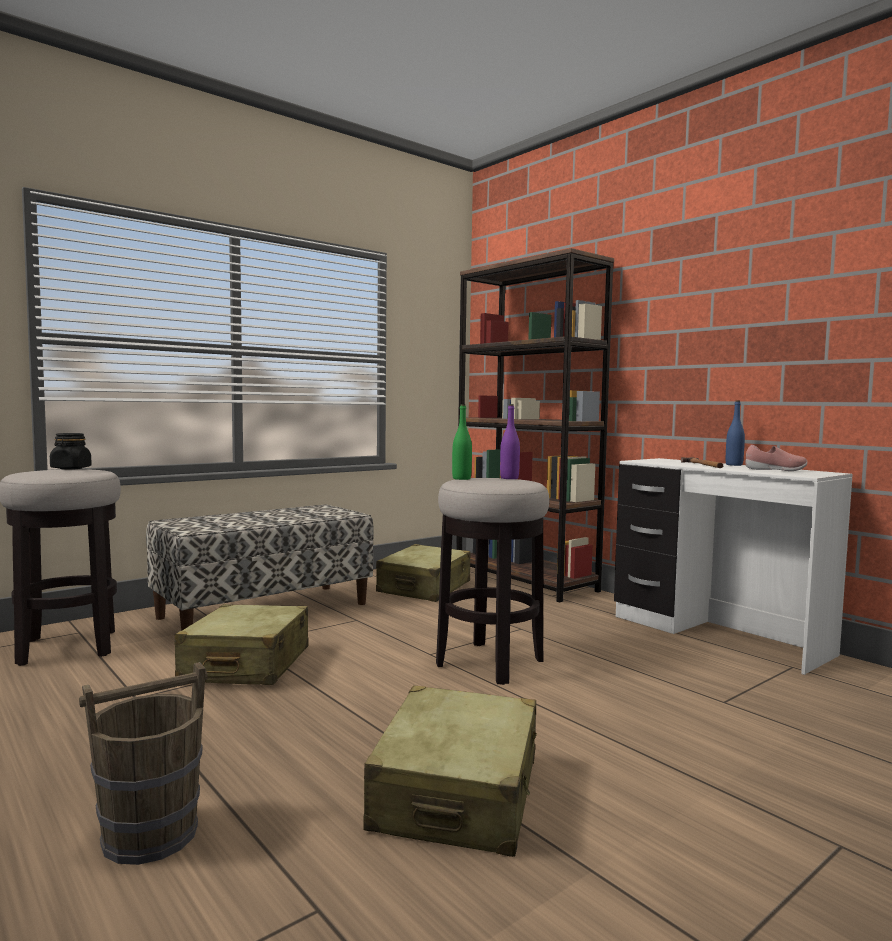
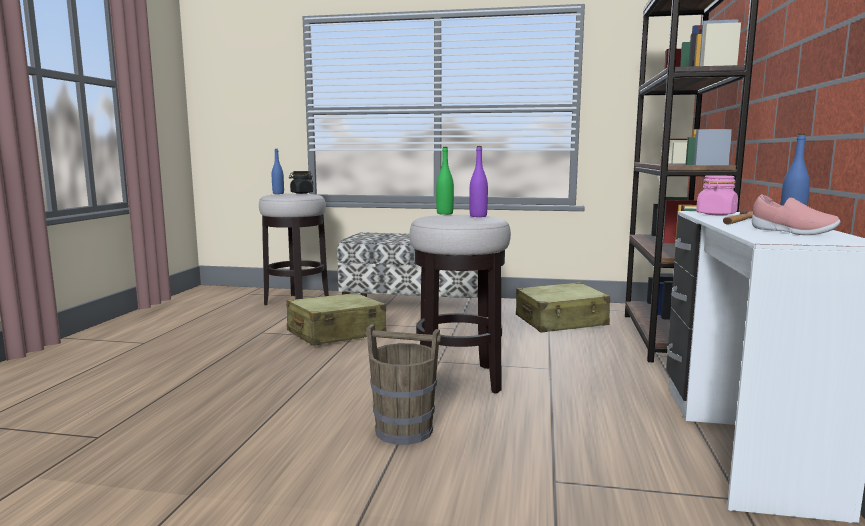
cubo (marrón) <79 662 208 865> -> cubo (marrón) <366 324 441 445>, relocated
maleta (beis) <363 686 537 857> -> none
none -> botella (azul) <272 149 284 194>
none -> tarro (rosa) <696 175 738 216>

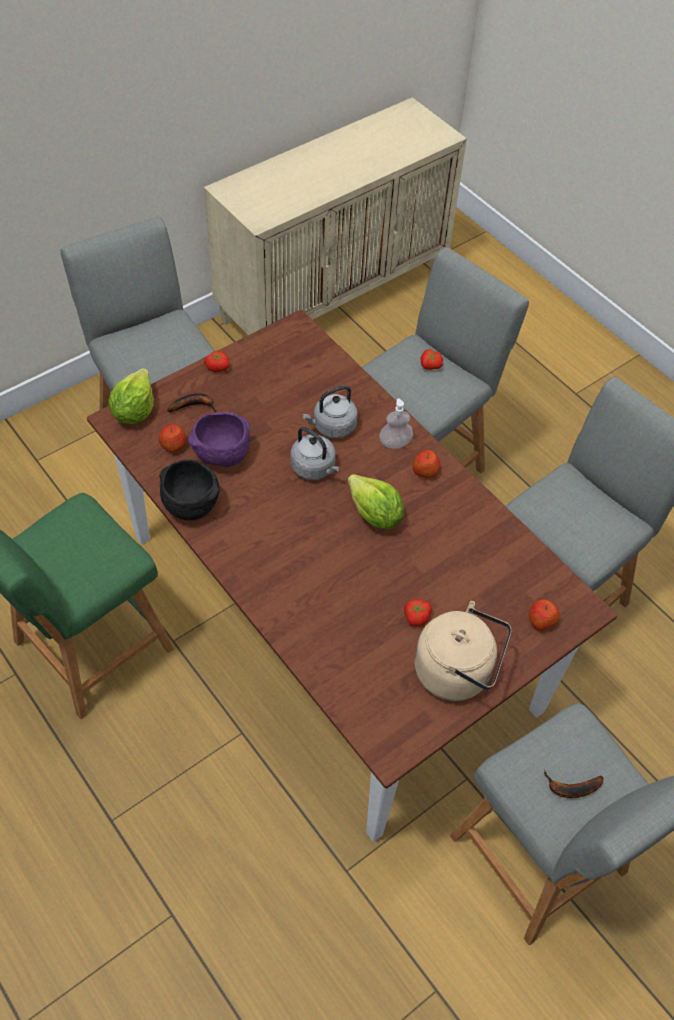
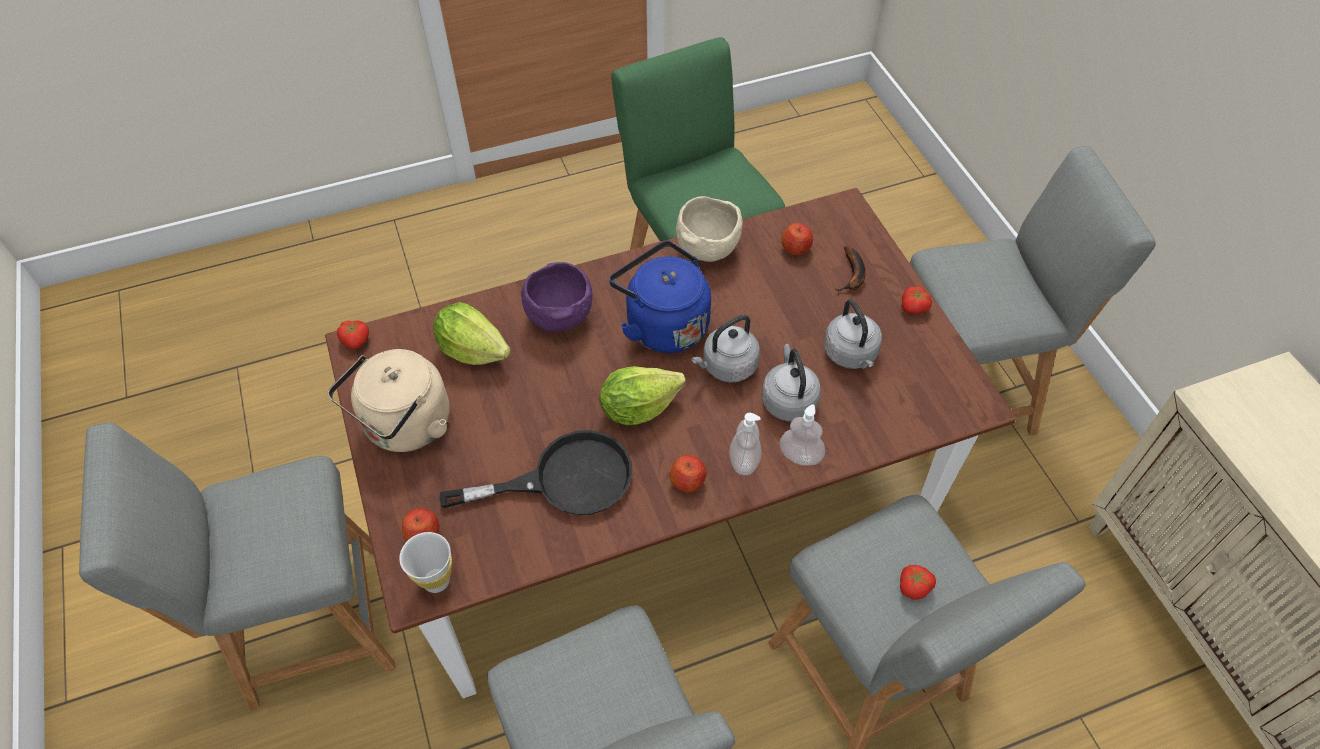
lechuga <108 368 154 424> -> lechuga <433 302 511 365>, relocated
cuenco (morado) <188 412 250 467> -> cuenco (morado) <521 262 592 332>, relocated
cuenco (negro) <159 460 220 520> -> cuenco (beis) <676 196 743 262>
tomate <404 599 432 626> -> tomate <337 320 369 349>, relocated
plátano <544 770 604 798> -> none
none -> hervidor (azul) <609 241 711 353>
none -> hervidor (gris) <824 300 882 369>
none -> dispensador de jabón <779 404 825 466>
none -> sartén (negro) <439 430 632 515>
none -> taza (blanco) <399 532 452 593>

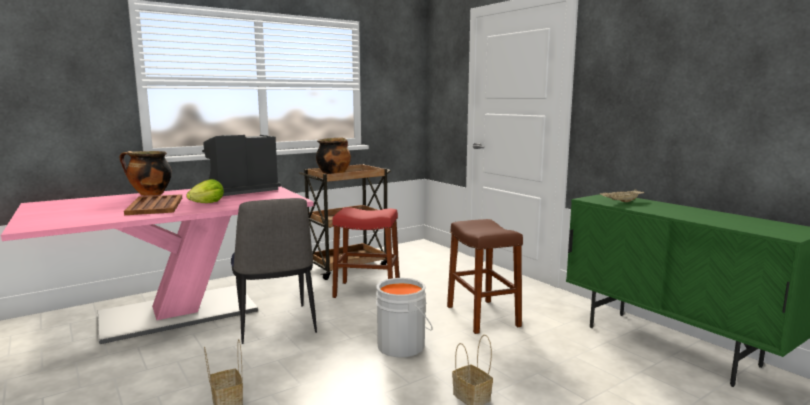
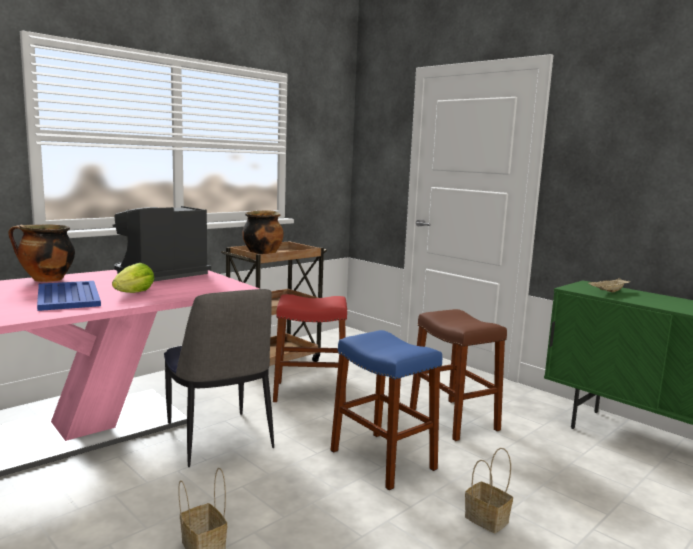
bandeja (marrón) <124 194 182 215> -> bandeja (azul) <37 281 101 311>
cubo (gris) <376 278 433 357> -> taburete (azul) <331 330 442 490>

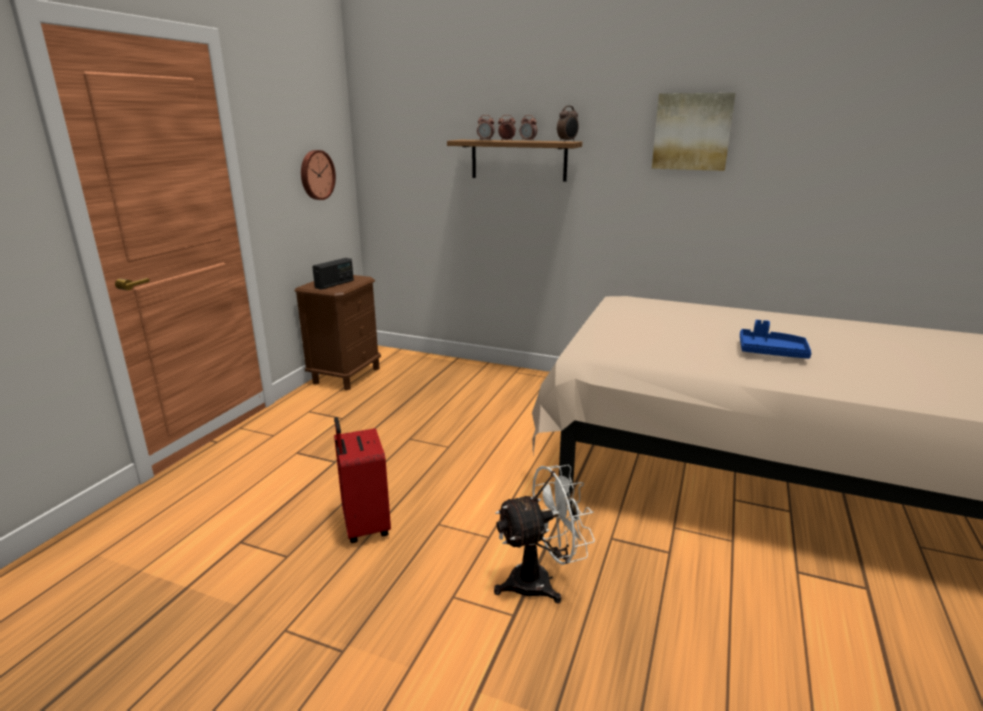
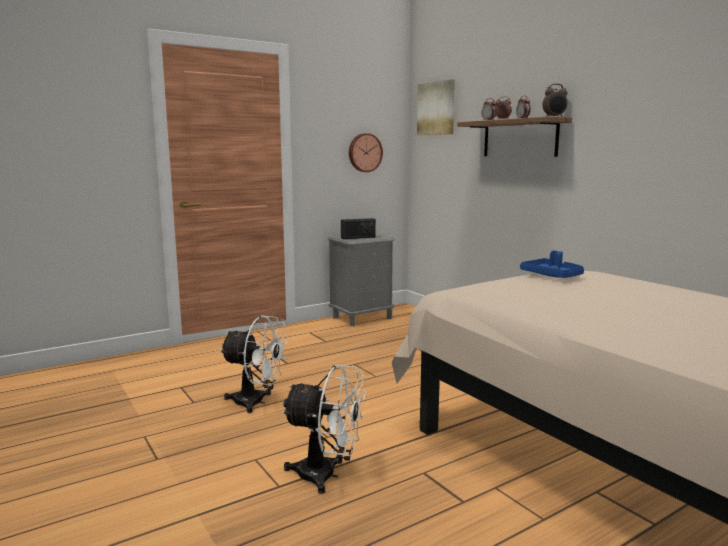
cuadro <652 93 736 171> -> cuadro <417 79 455 135>, relocated
mesita de noche (marrón) <295 275 381 390> -> mesita de noche (gris) <328 234 395 326>
bandeja (azul) <740 320 811 359> -> bandeja (azul) <520 251 584 278>, relocated
maleta (rojo) <334 417 391 543> -> ventilador (blanco) <220 315 288 413>

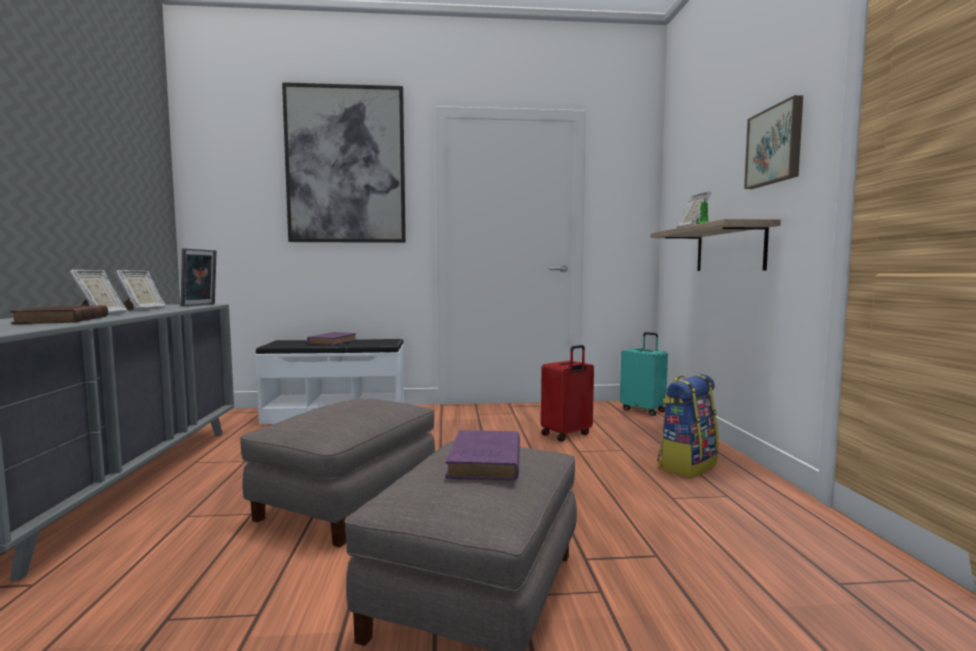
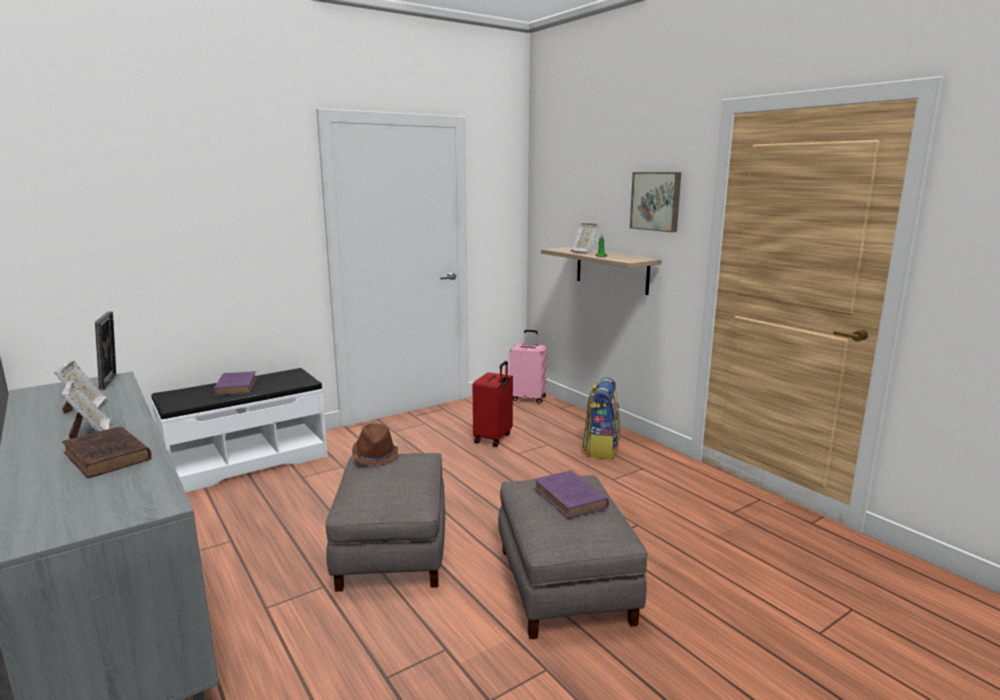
cuadro <282 82 406 243> -> none
maleta (turquesa) <620 332 668 416> -> maleta (rosa) <509 330 547 404>
none -> sombrero (marrón) <352 423 398 466>

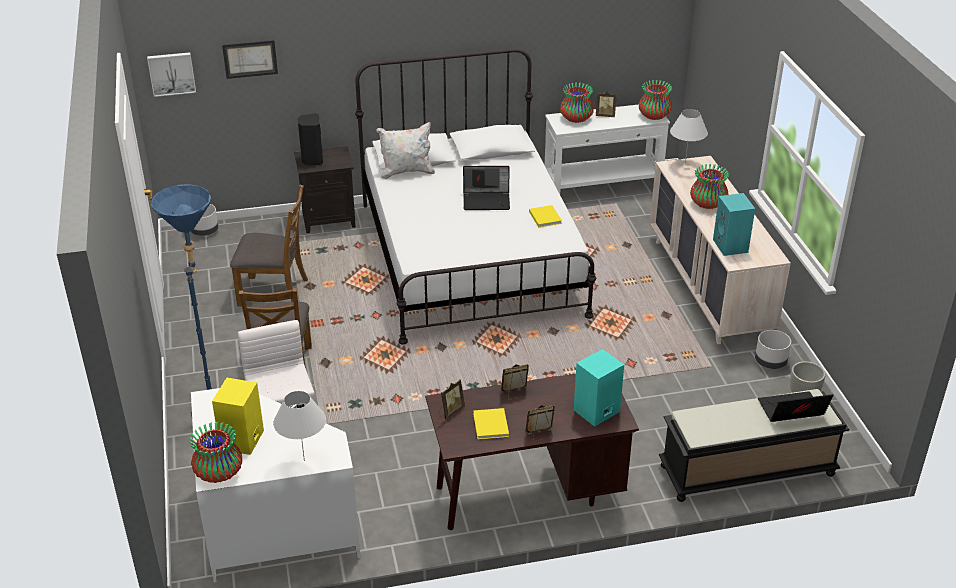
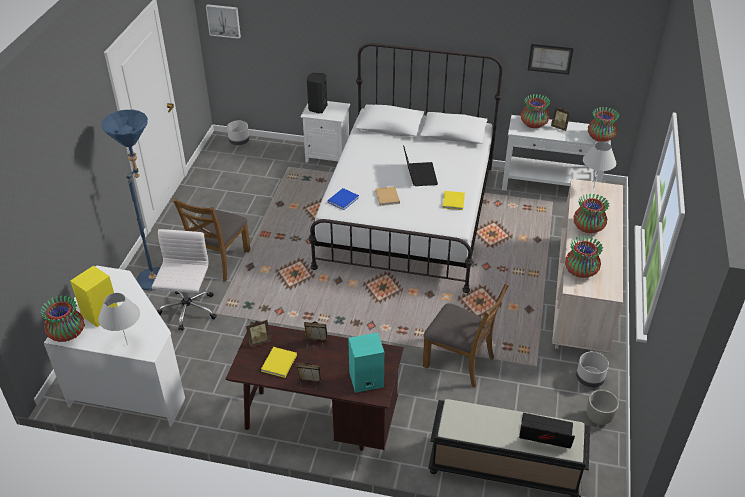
cuadro <222 40 278 79> -> cuadro <528 43 574 75>, relocated
cojín (blanco) <377 122 435 179> -> none
mesita de noche (negro) <294 146 356 233> -> mesita de noche (blanco) <301 101 350 163>
portátil <463 166 510 210> -> portátil <403 145 438 186>, 120 degrees counterclockwise
silla (marrón) <230 185 308 306> -> silla (marrón) <423 282 509 387>, relocated
altavoz (turquesa) <713 193 755 256> -> florero <565 236 603 278>
none -> libro (beis) <375 186 400 206>
none -> libro (azul) <328 188 359 210>

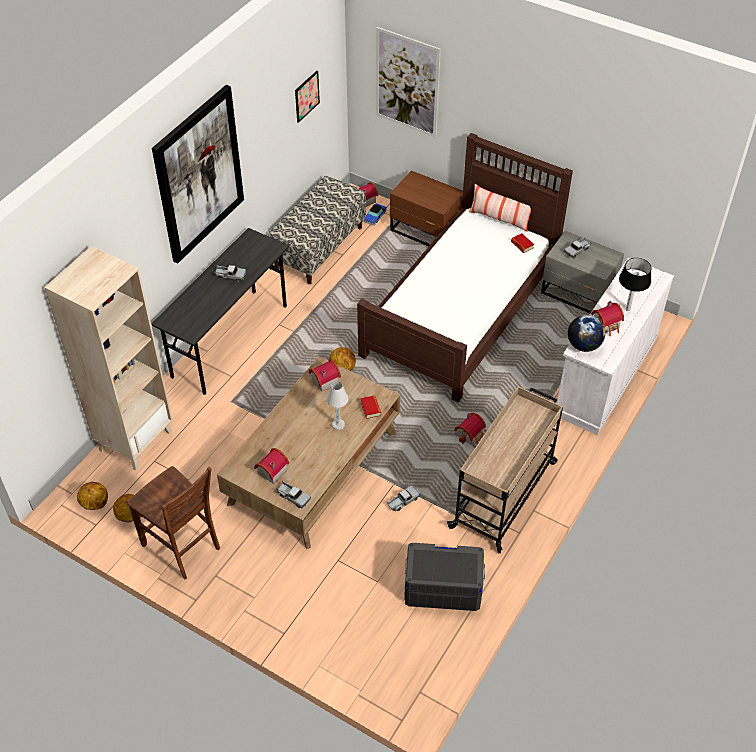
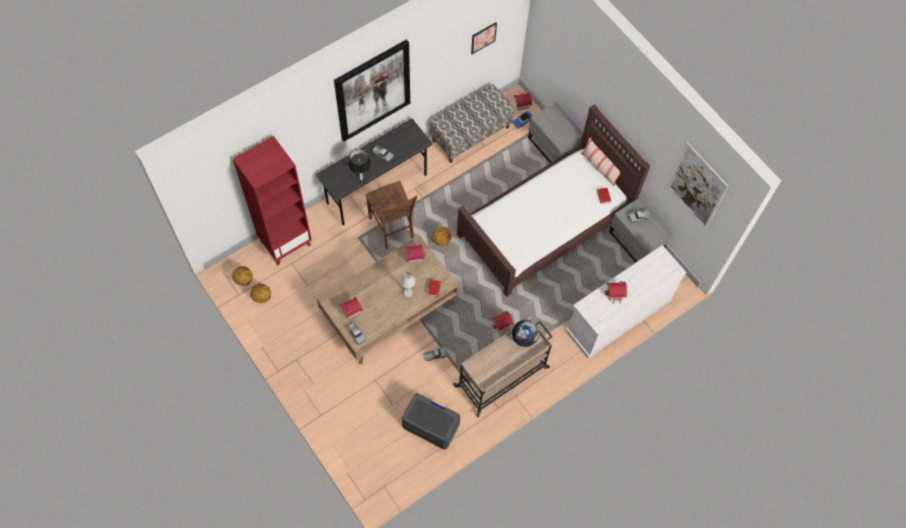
cuadro <376 27 441 138> -> cuadro <668 142 729 229>, relocated
mesita de noche (marrón) <390 170 463 246> -> mesita de noche (gris) <528 102 583 164>
estantería (beis) <44 246 172 471> -> estantería (rojo) <233 136 312 265>
lámpara de mesa <619 258 651 311> -> lámpara de mesa <348 149 371 180>, relocated
globo terráqueo <568 315 605 352> -> globo terráqueo <512 320 539 347>, relocated
silla (marrón) <127 466 220 579> -> silla (marrón) <365 181 417 249>, relocated

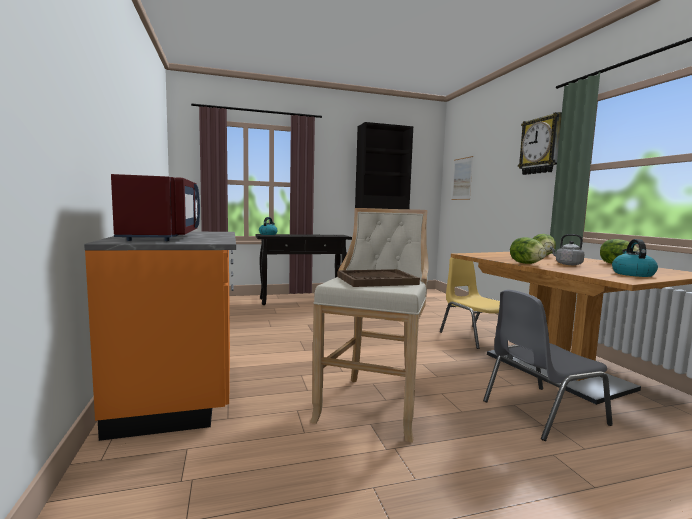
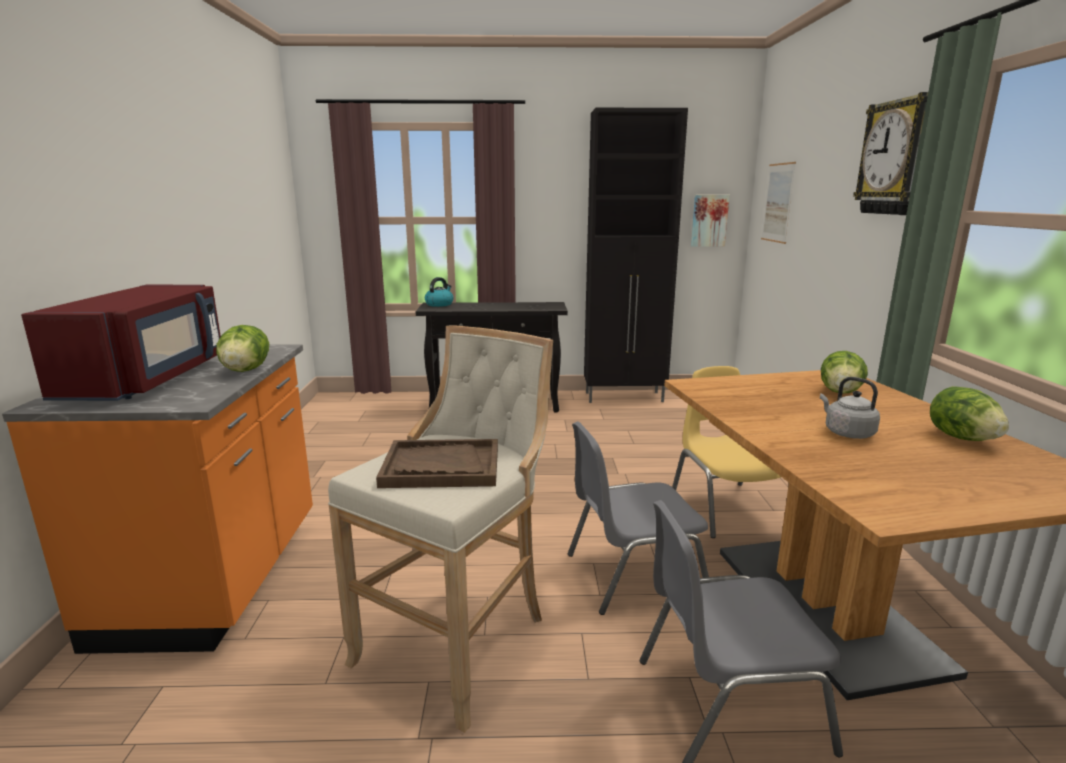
lechuga <510 237 546 264> -> lechuga <216 325 269 372>, relocated
hervidor <612 239 658 277> -> none
none -> cuadro <691 195 730 247>
none -> silla (gris) <568 421 709 615>

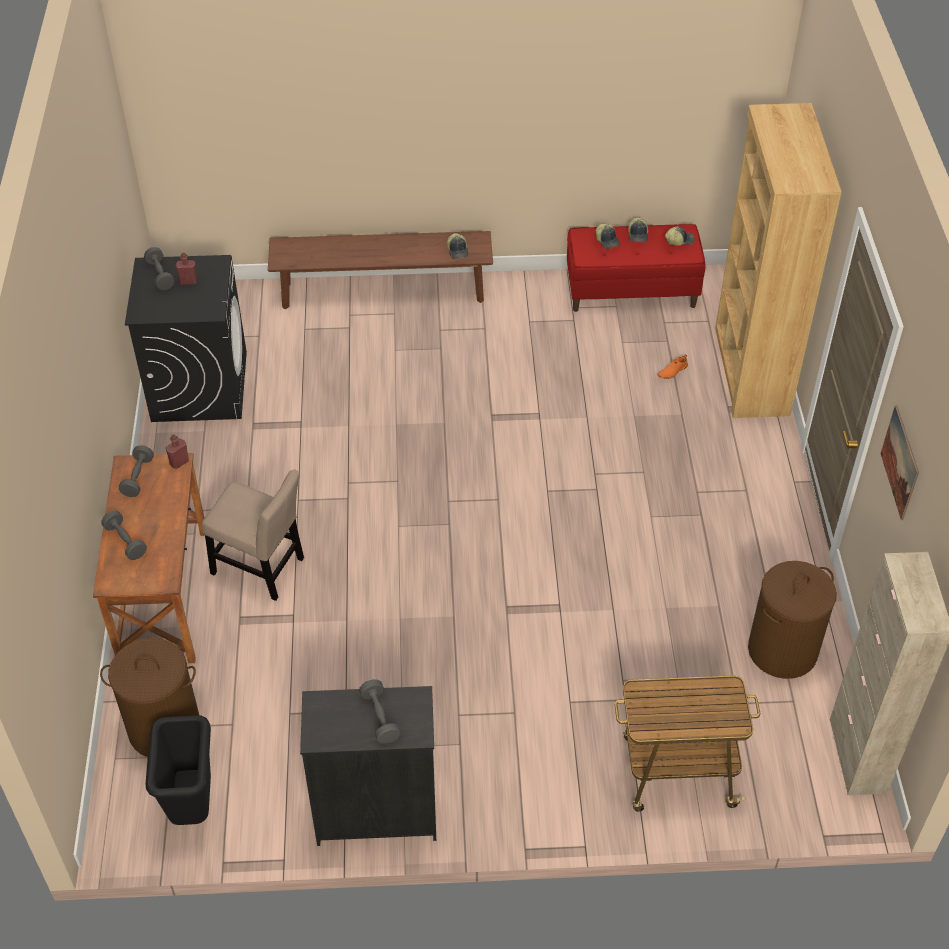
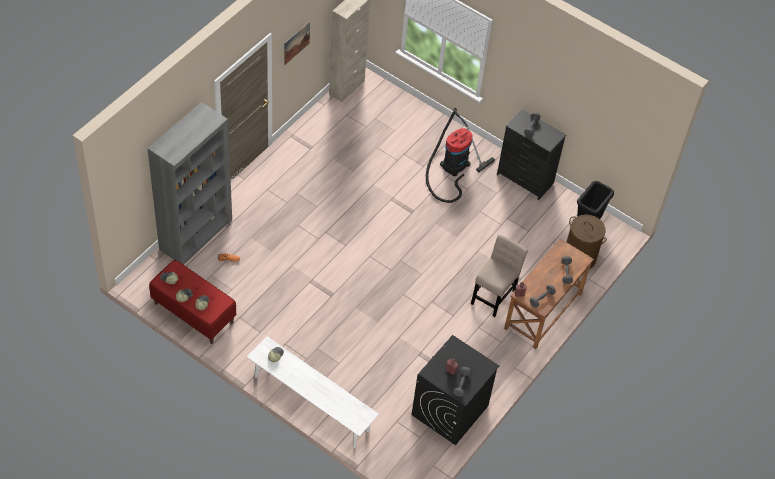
estantería (marrón) <715 103 842 418> -> estantería (gris) <147 102 232 265>
banco (marrón) <268 231 493 309> -> banco (blanco) <247 336 379 448>
silla (beis) <202 469 304 601> -> silla (beis) <471 234 528 317>, 60 degrees clockwise
cesto de la ropa (marrón) <748 561 837 679> -> none
carrito <615 675 760 812> -> none
none -> aspiradora <426 108 495 203>

